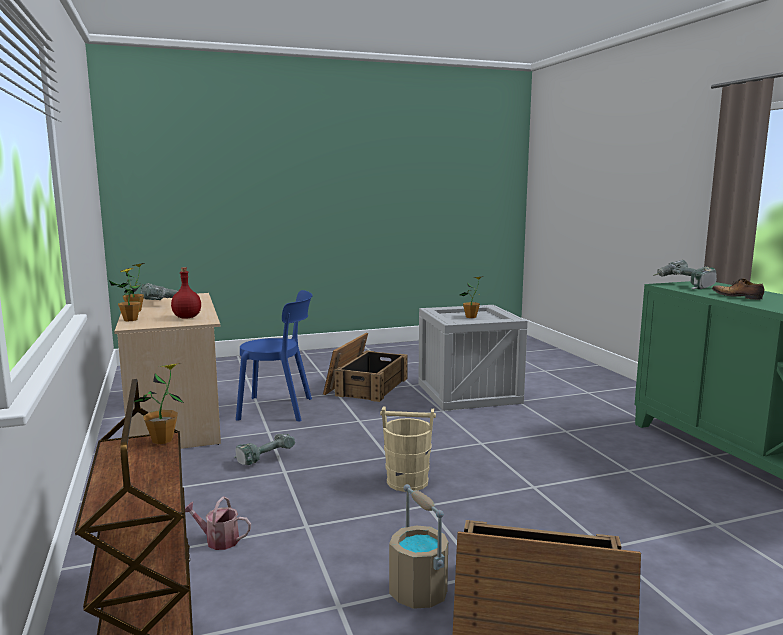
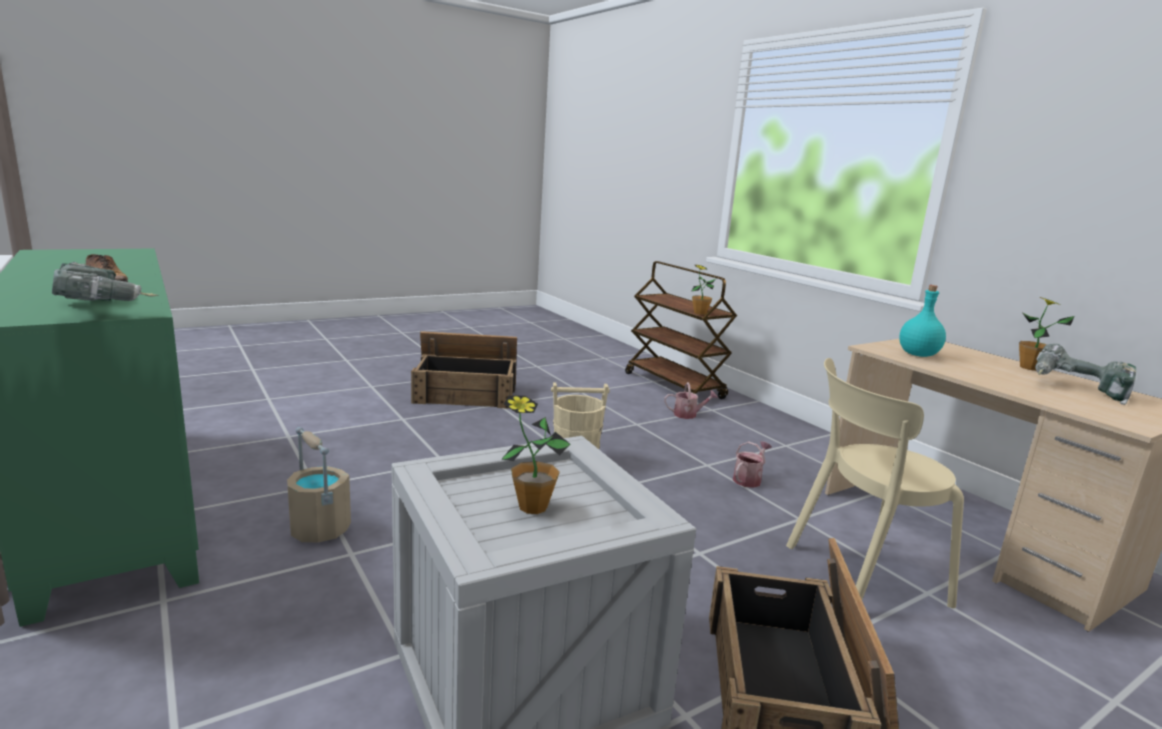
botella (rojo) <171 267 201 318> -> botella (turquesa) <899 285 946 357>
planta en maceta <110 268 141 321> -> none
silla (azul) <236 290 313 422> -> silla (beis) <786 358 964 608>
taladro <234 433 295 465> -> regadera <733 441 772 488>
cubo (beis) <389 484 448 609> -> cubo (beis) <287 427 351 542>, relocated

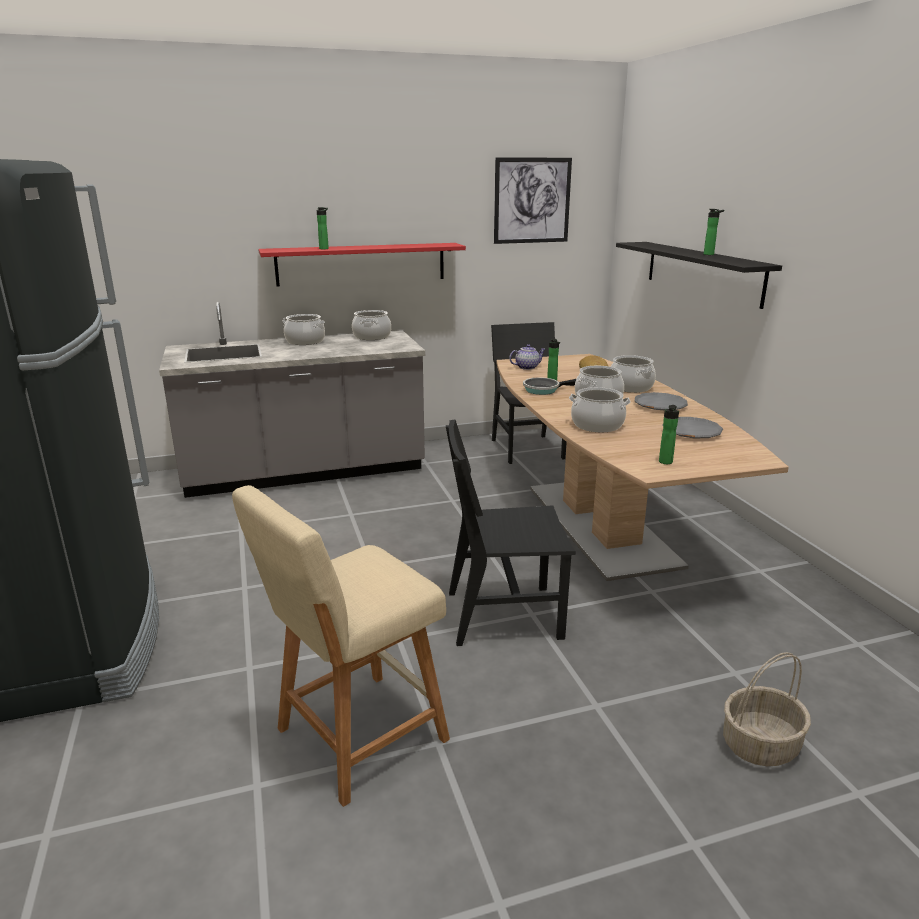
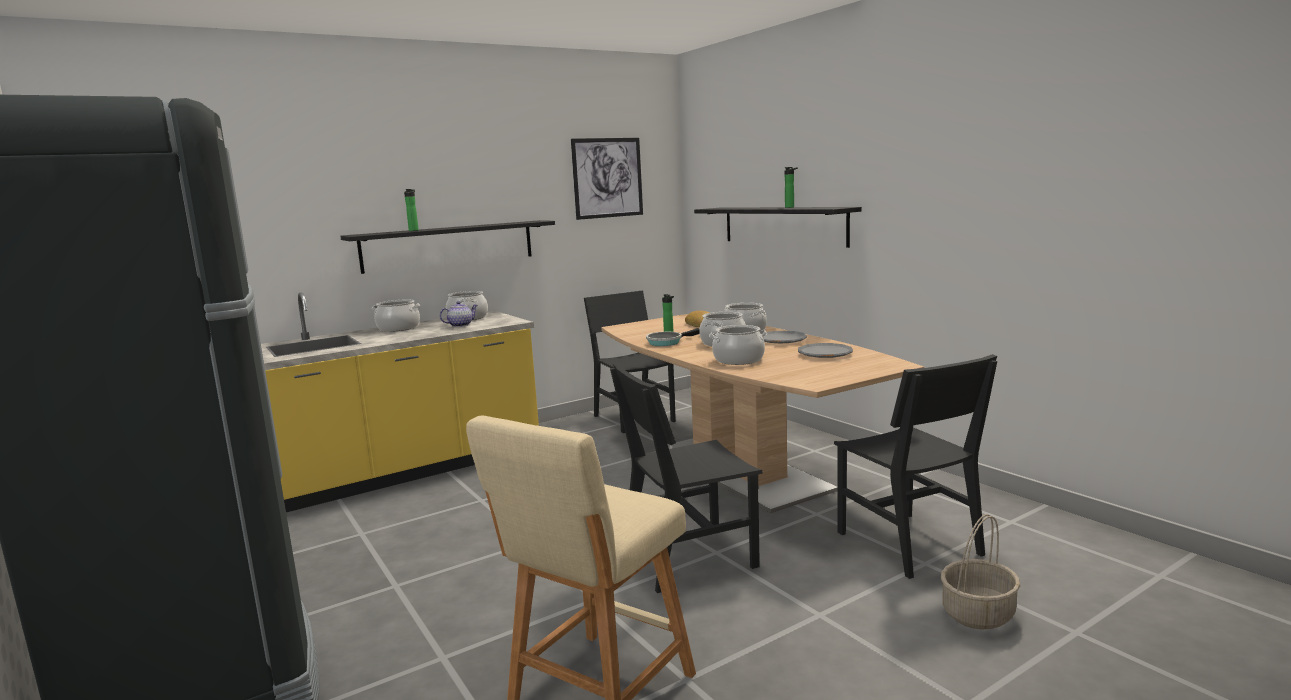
estante (rojo) <258 243 466 286> -> estante (negro) <340 220 555 274>
mueble bajo de cocina (gris) <159 302 425 498> -> mueble bajo de cocina (amarillo) <261 292 539 512>
tetera <509 344 545 370> -> tetera <439 301 477 327>, relocated
botella <659 405 679 464> -> none
none -> silla (negro) <834 354 997 579>

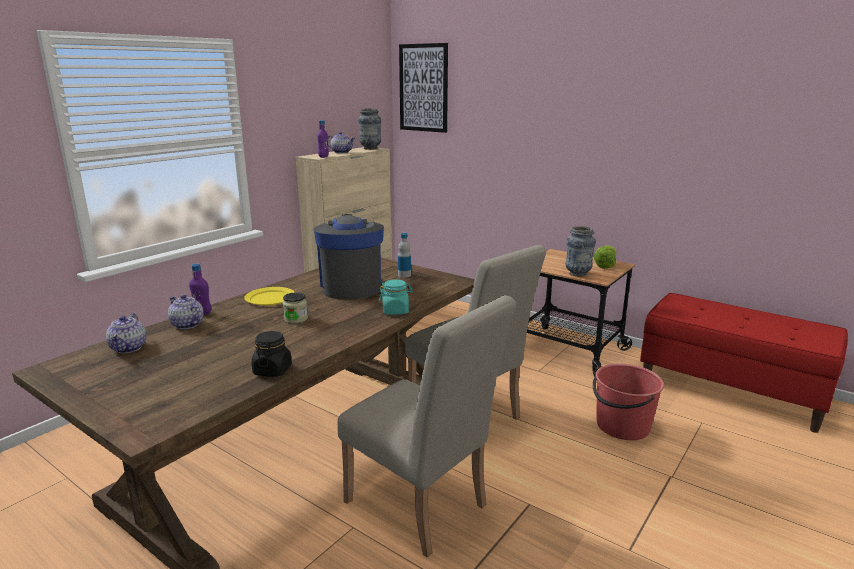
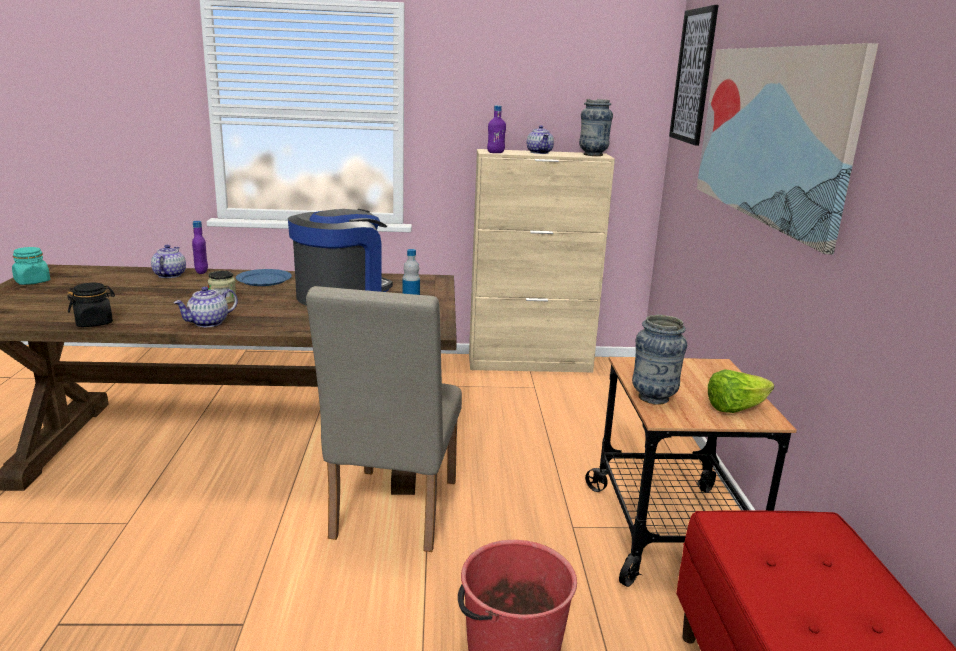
tarro (turquesa) <379 279 413 315> -> tarro (turquesa) <12 247 50 285>, relocated
plato (amarillo) <244 287 295 306> -> plato (azul) <236 269 292 286>
silla (beis) <337 295 516 558> -> none
tetera <106 313 146 353> -> tetera <173 287 238 327>, relocated
none -> cuadro <697 43 878 254>

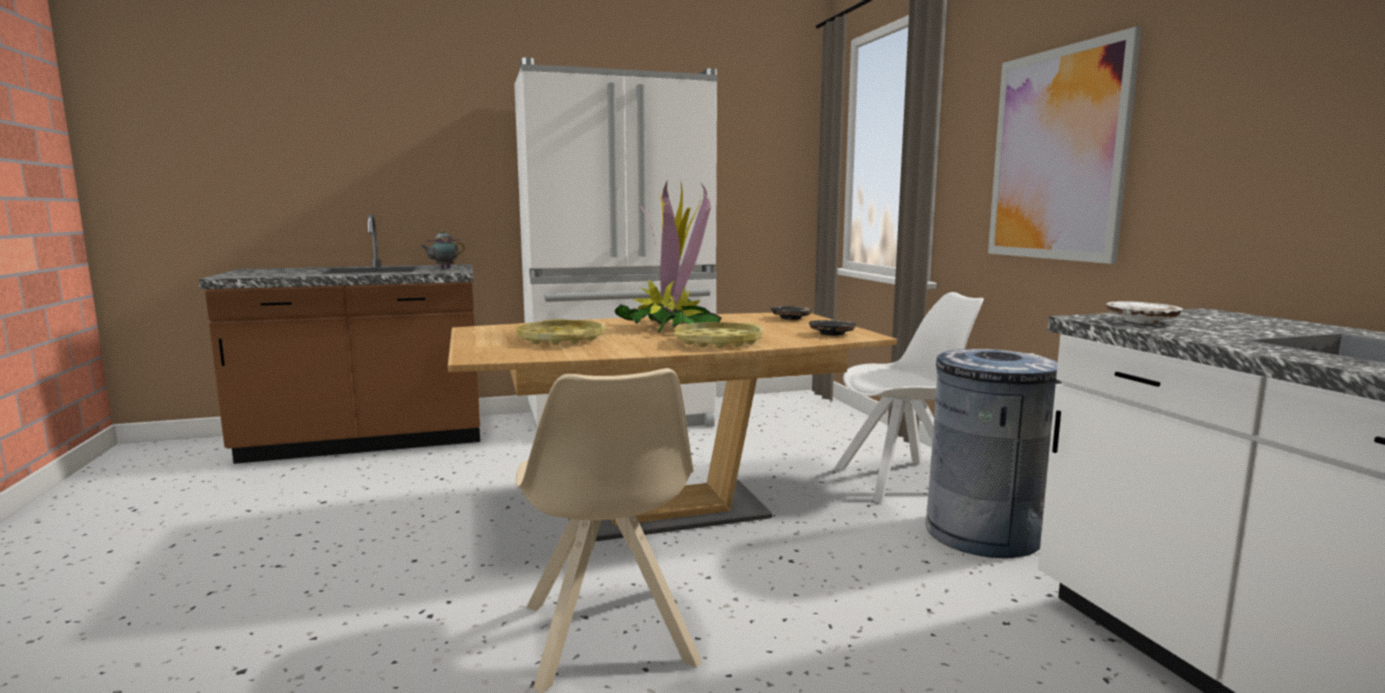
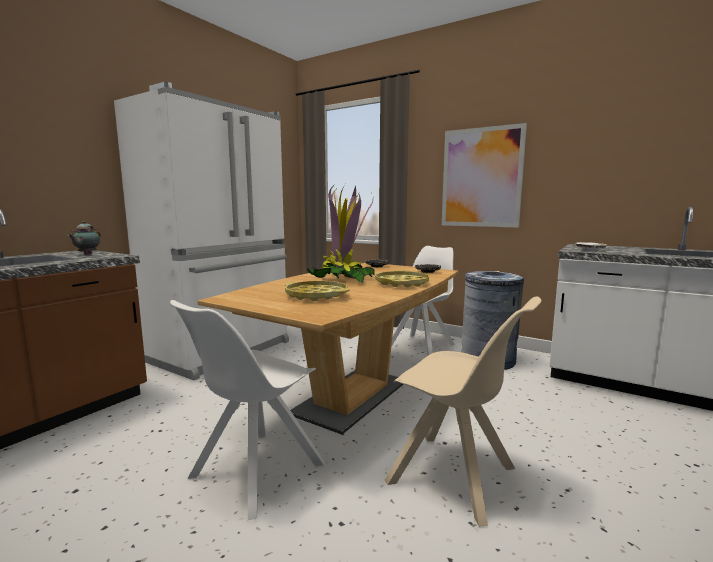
none -> silla (blanco) <170 300 324 520>

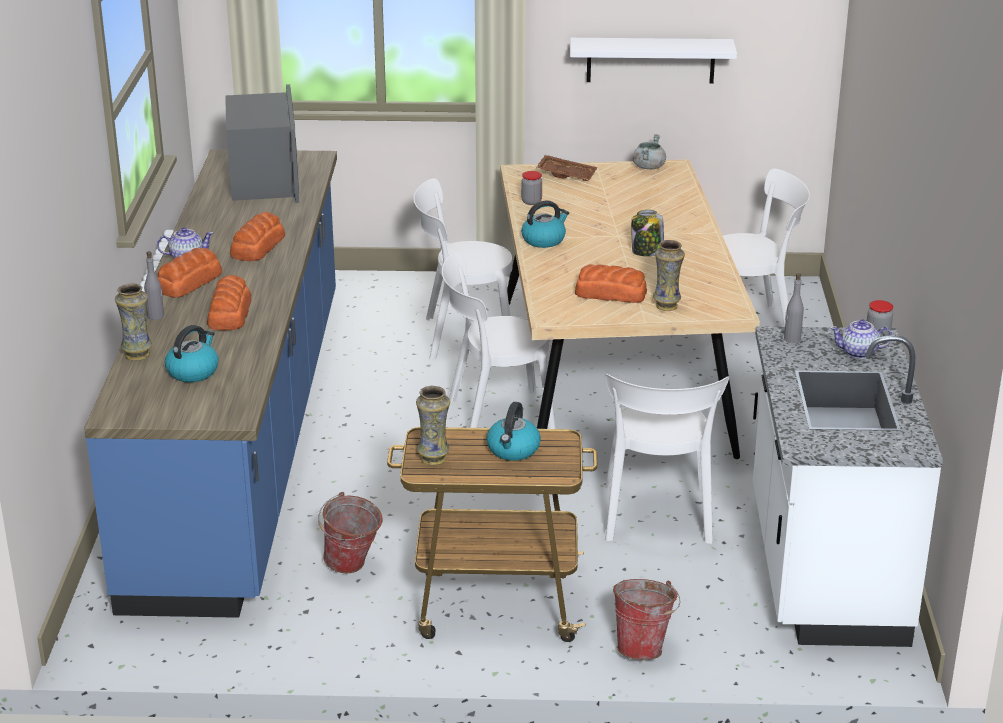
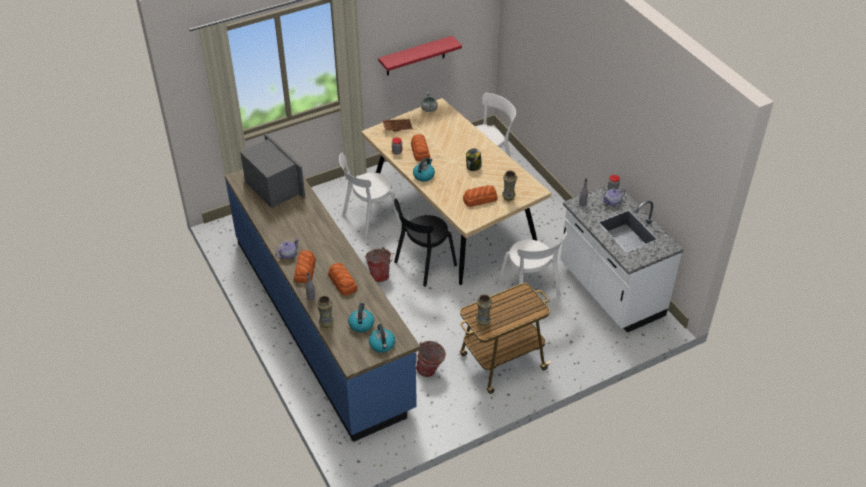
estante (blanco) <570 38 737 84> -> estante (rojo) <378 36 462 76>
pan <230 212 285 261> -> pan <411 134 430 162>, relocated
silla (blanco) <442 252 556 429> -> silla (negro) <394 198 457 287>
hervidor <486 402 541 461> -> hervidor <369 324 395 353>, relocated
cubo <613 579 681 660> -> cubo <365 247 393 282>, relocated

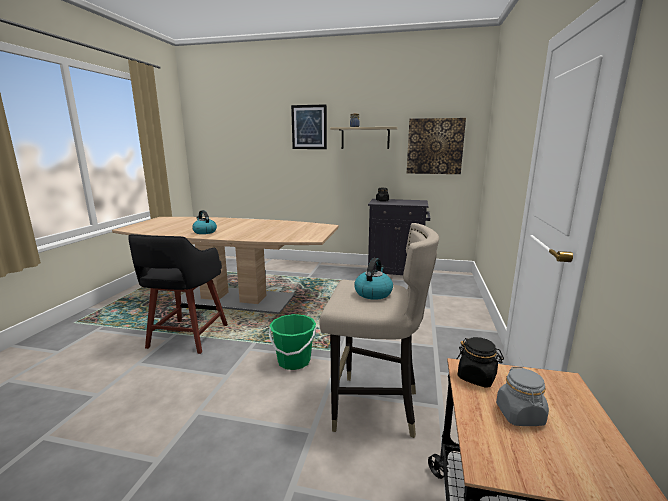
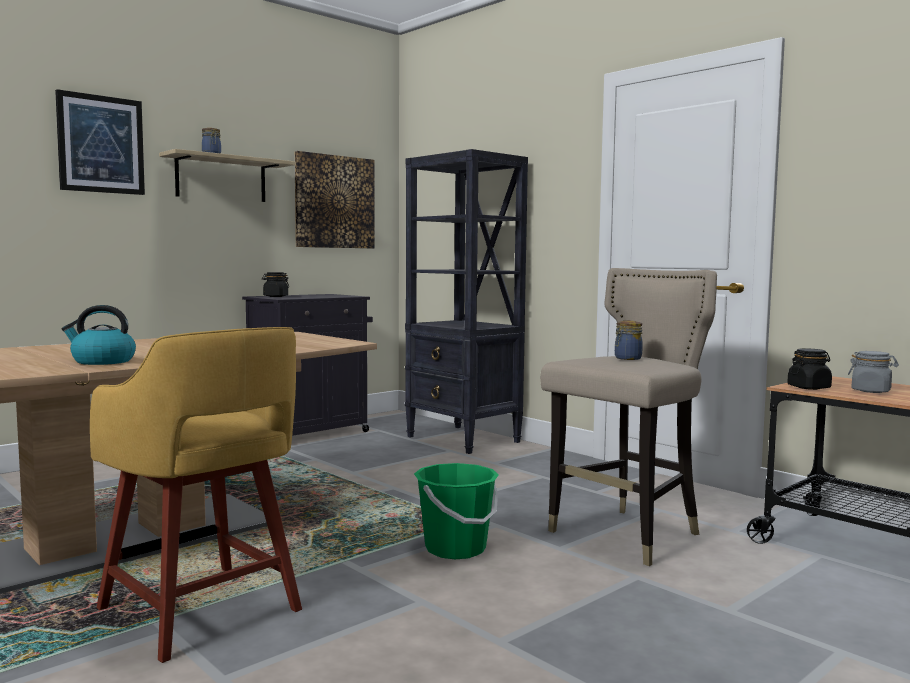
taburete (negro) <128 234 228 354> -> taburete (amarillo) <90 327 302 663>
hervidor <354 258 393 300> -> tarro <615 321 643 360>
none -> estantería (negro) <405 149 528 454>

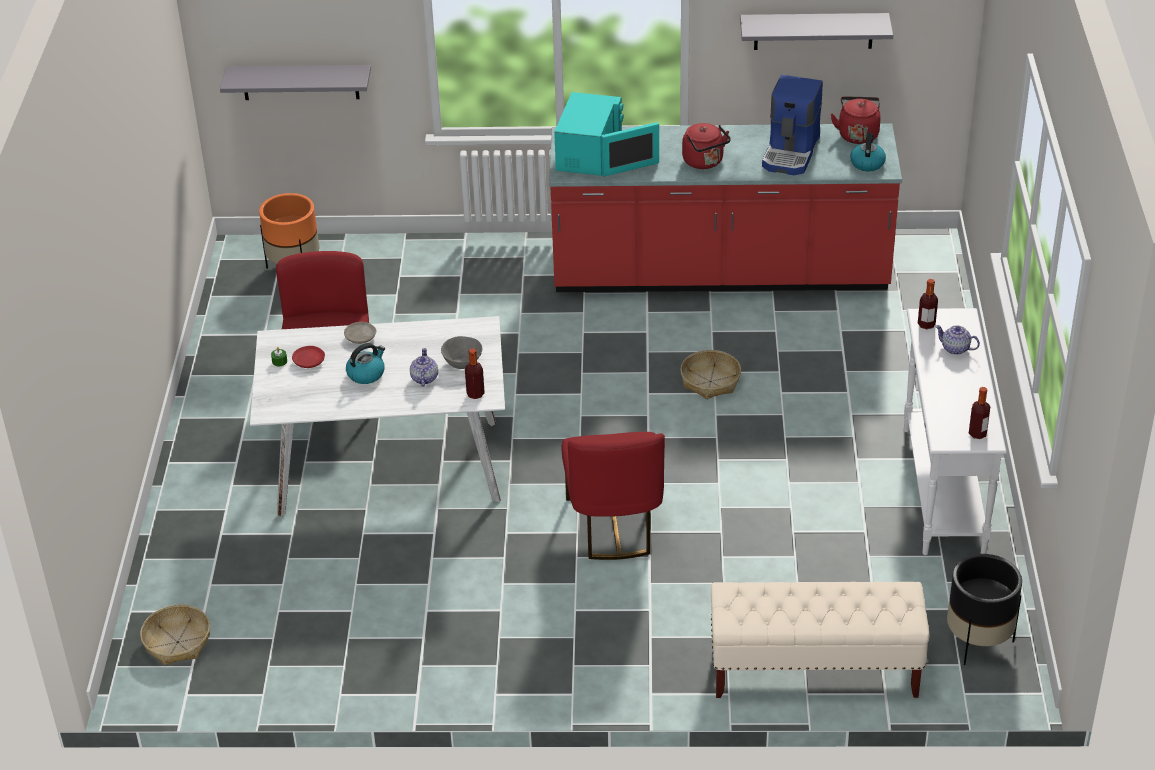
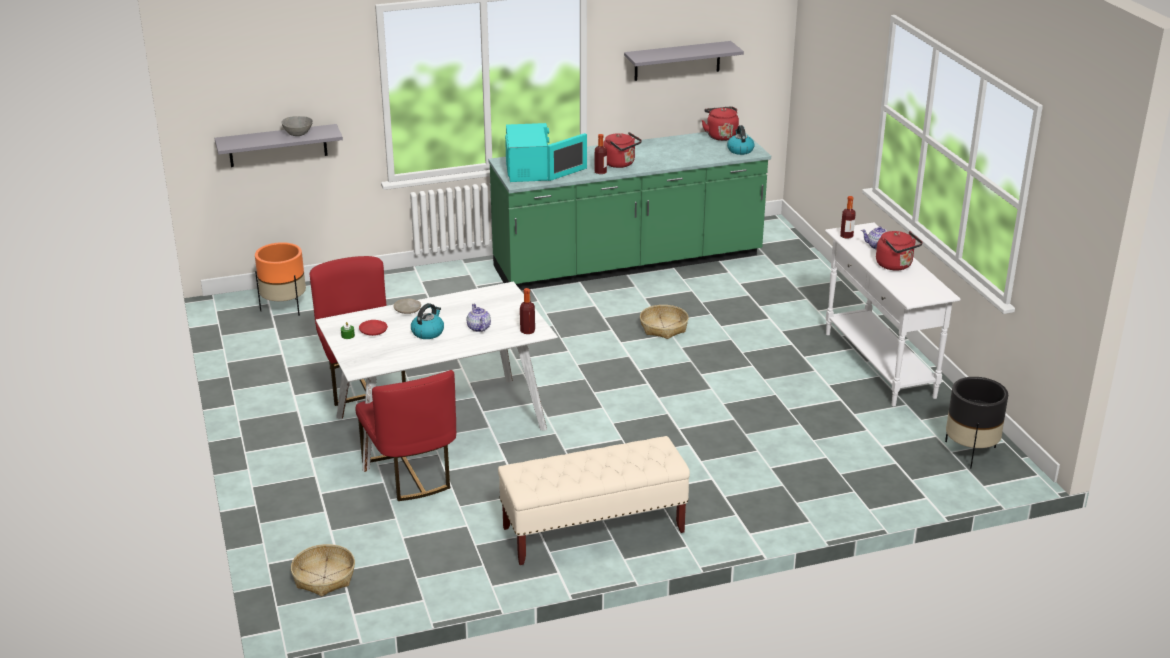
cafetera <762 75 823 175> -> none
mueble bajo de cocina (rojo) <549 123 902 292> -> mueble bajo de cocina (verde) <488 132 771 290>
cuenco (gris) <441 336 482 369> -> cuenco (gris) <281 116 313 136>, relocated
botella <969 387 990 439> -> botella <595 134 607 174>, relocated
silla (rojo) <562 432 665 560> -> silla (rojo) <355 370 456 501>, relocated
banco (beis) <711 582 929 698> -> banco (beis) <498 436 690 565>, relocated
none -> hervidor (rojo) <876 231 923 271>

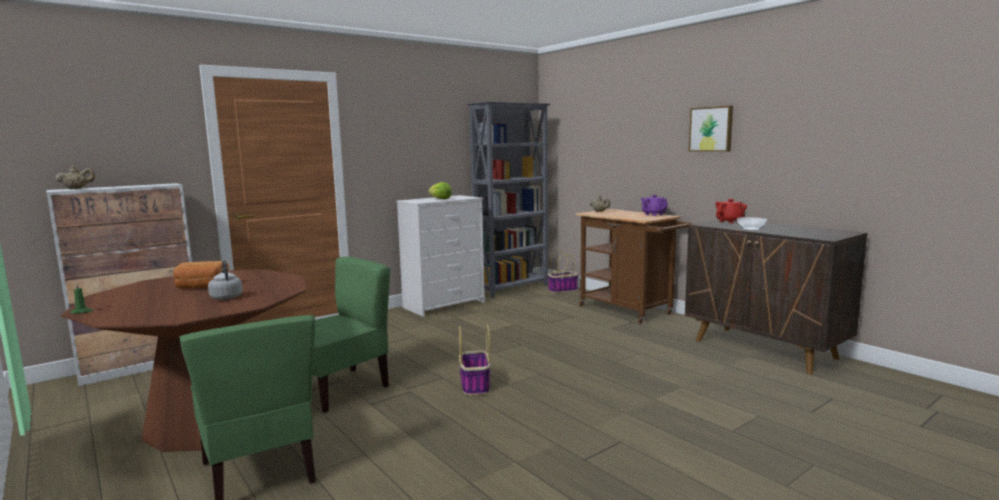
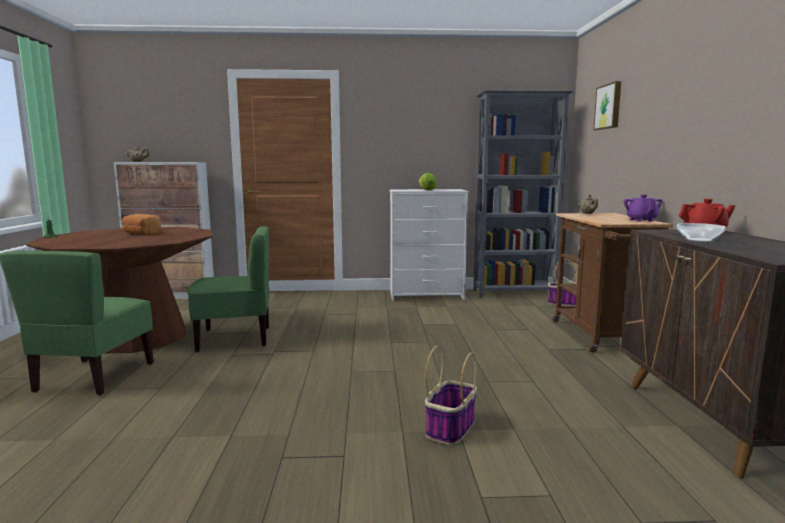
cuadro <689 106 733 152> -> cuadro <593 81 621 130>, relocated
hervidor (gris) <208 260 243 300> -> none
cesta <459 325 491 395> -> cesta <425 346 477 445>, relocated

